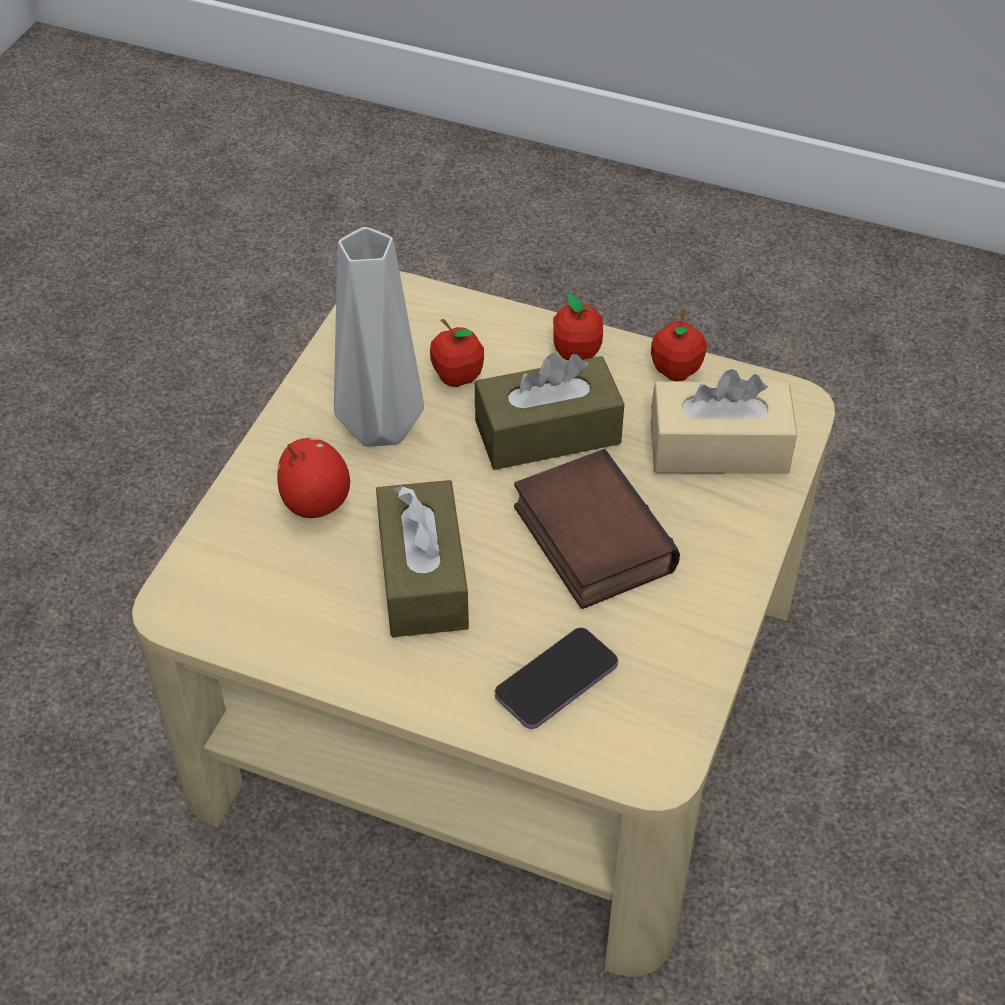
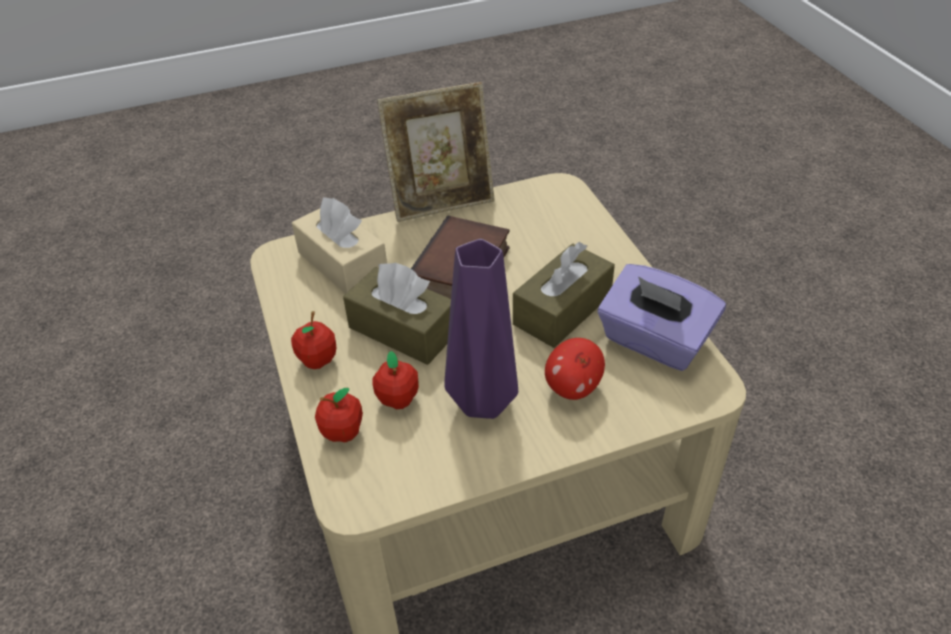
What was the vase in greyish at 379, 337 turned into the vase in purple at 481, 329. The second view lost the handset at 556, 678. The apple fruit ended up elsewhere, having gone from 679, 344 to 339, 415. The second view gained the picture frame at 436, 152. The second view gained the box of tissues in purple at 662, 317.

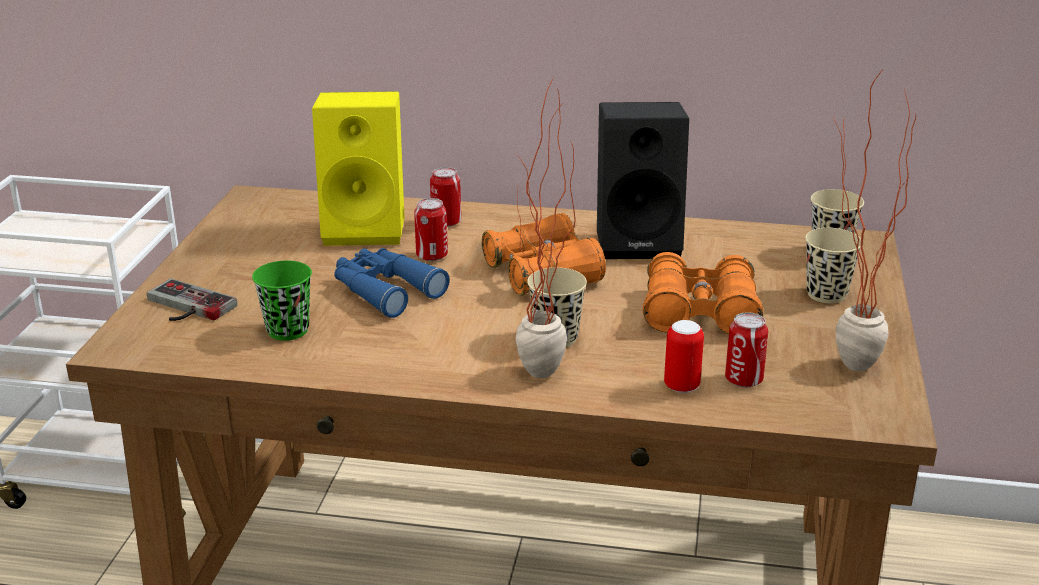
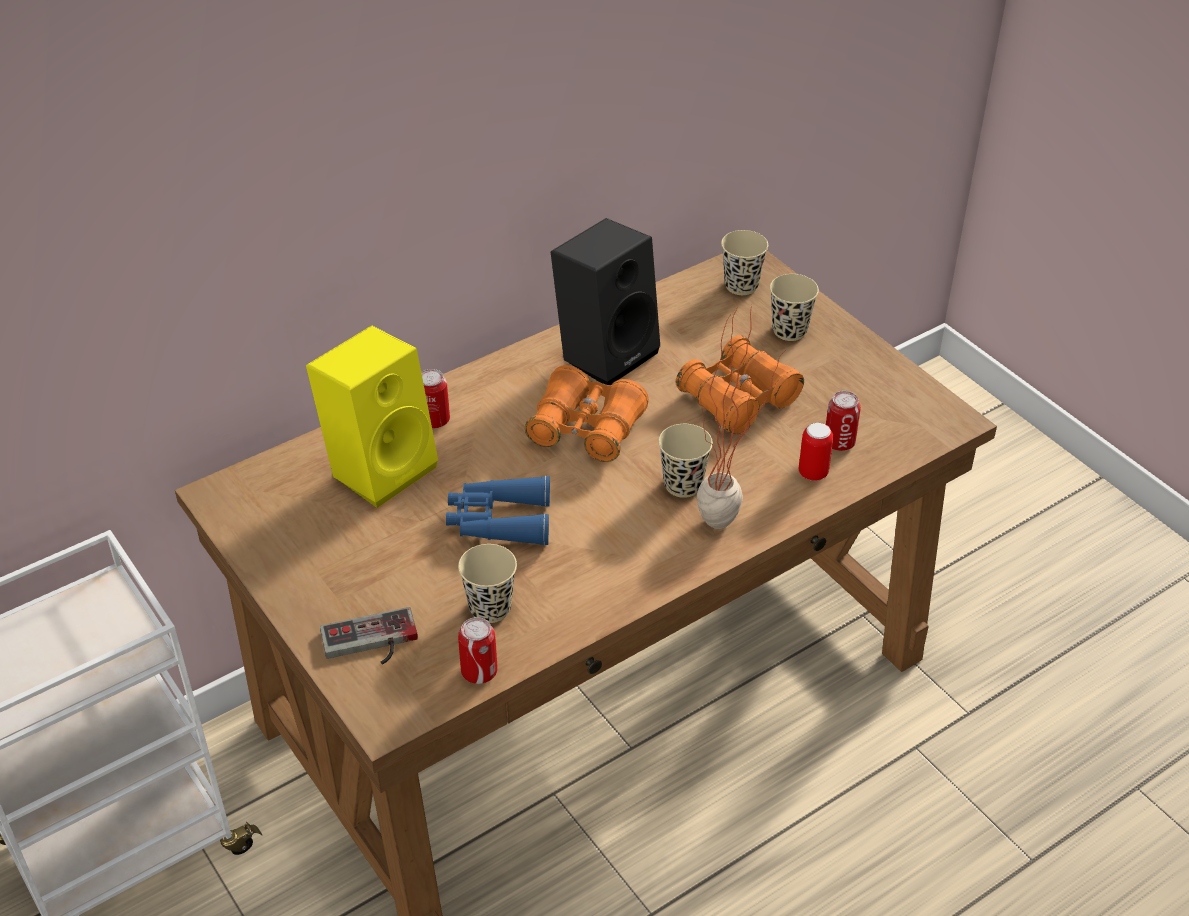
What was the drinking cup in greenish at 282, 300 turned into the drinking cup in beige-coloured at 487, 583. The sealed can ended up elsewhere, having gone from 431, 229 to 478, 650. The second view lost the houseplant at 874, 219.

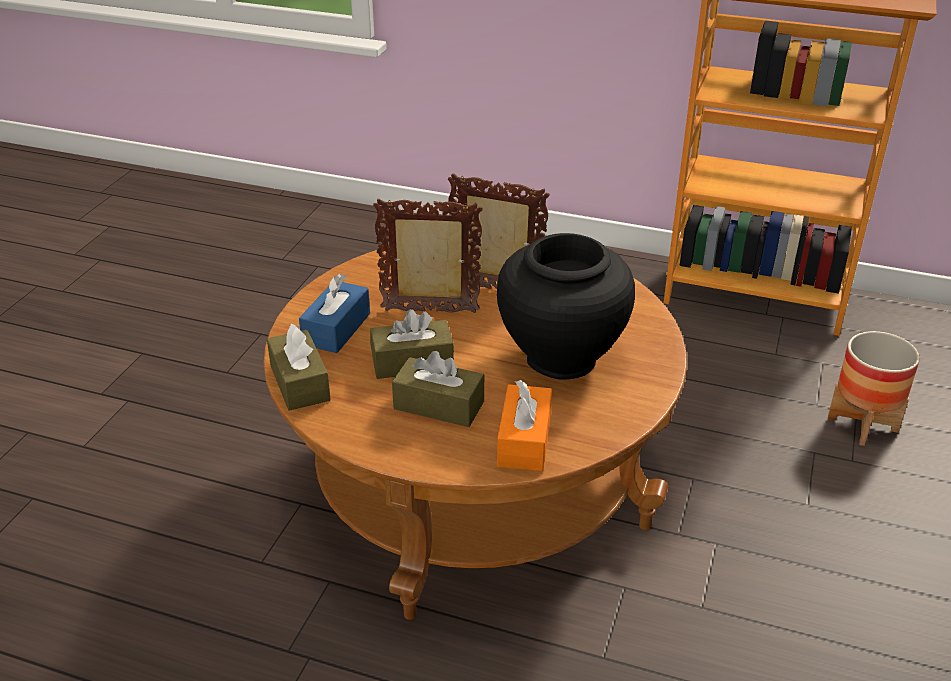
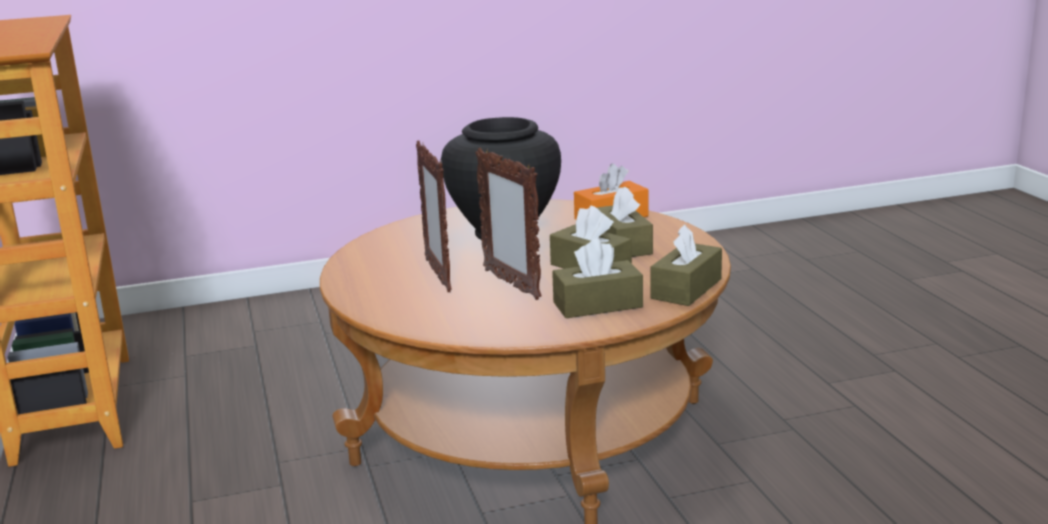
What was the box of tissues in bluish at 334, 313 turned into the box of tissues in brownish at 597, 278. The second view lost the planter at 874, 388.

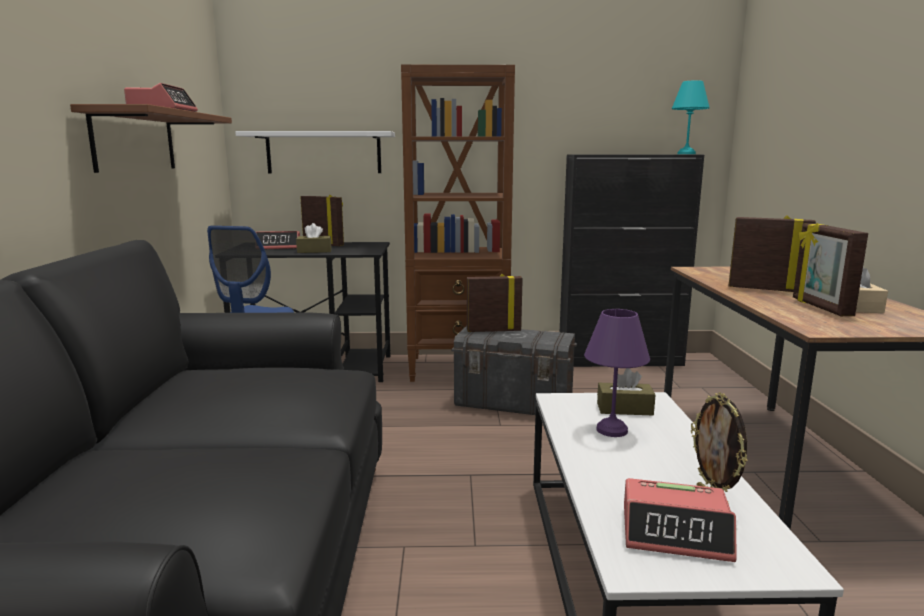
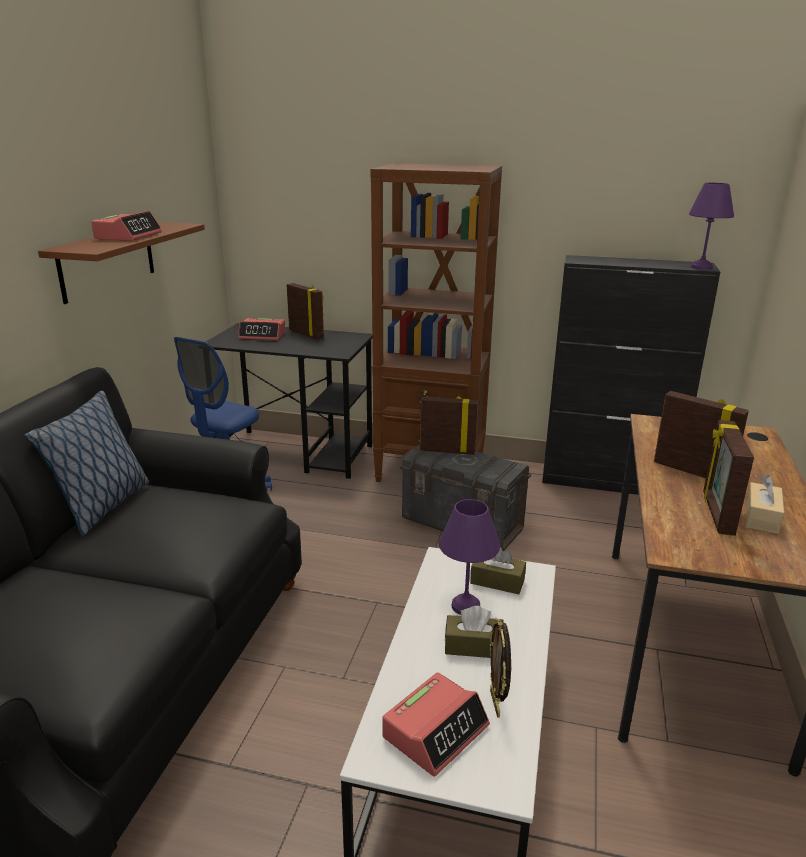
The second view lost the wall shelf in white-coloured at 315, 152. The box of tissues in brownish ended up elsewhere, having gone from 314, 238 to 474, 632. The alarm clock at 680, 520 ended up facing another way, 75 degrees counterclockwise from before. What was the lamp for a table in turquoise at 691, 117 turned into the lamp for a table in purple at 711, 226. The second view gained the pillow at 86, 463.

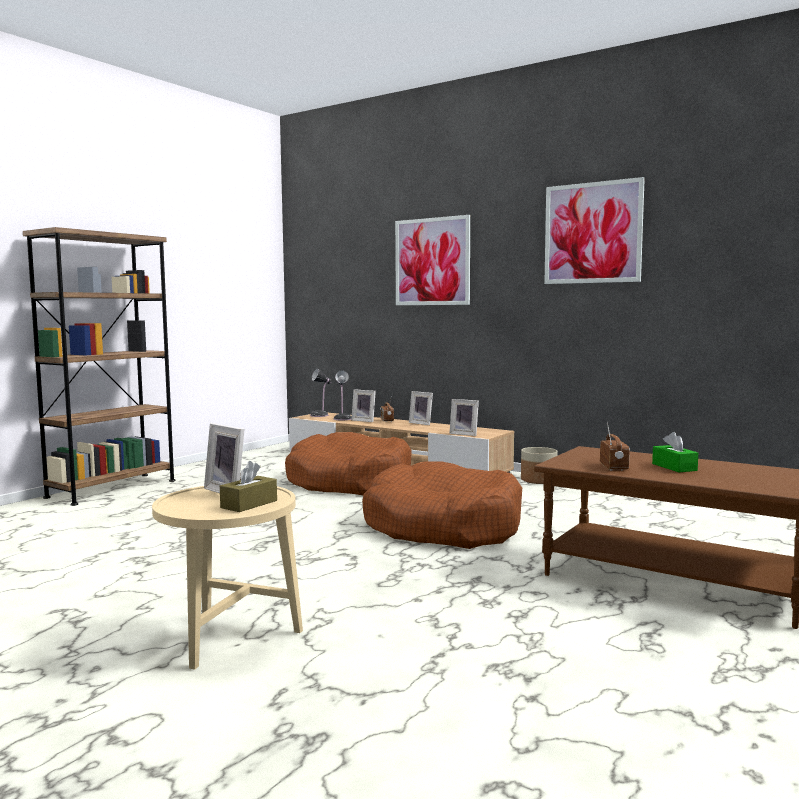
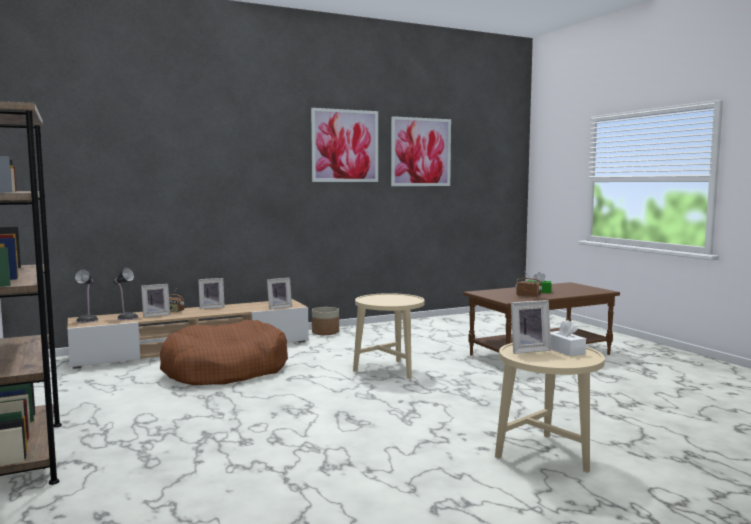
What was the box of tissues in brownish at 248, 486 turned into the box of tissues in white-coloured at 568, 338. Where the pet bed in brownish stood at 442, 505, the end table in beige-coloured came to stand at 389, 336. The wall art ended up elsewhere, having gone from 432, 260 to 421, 151.

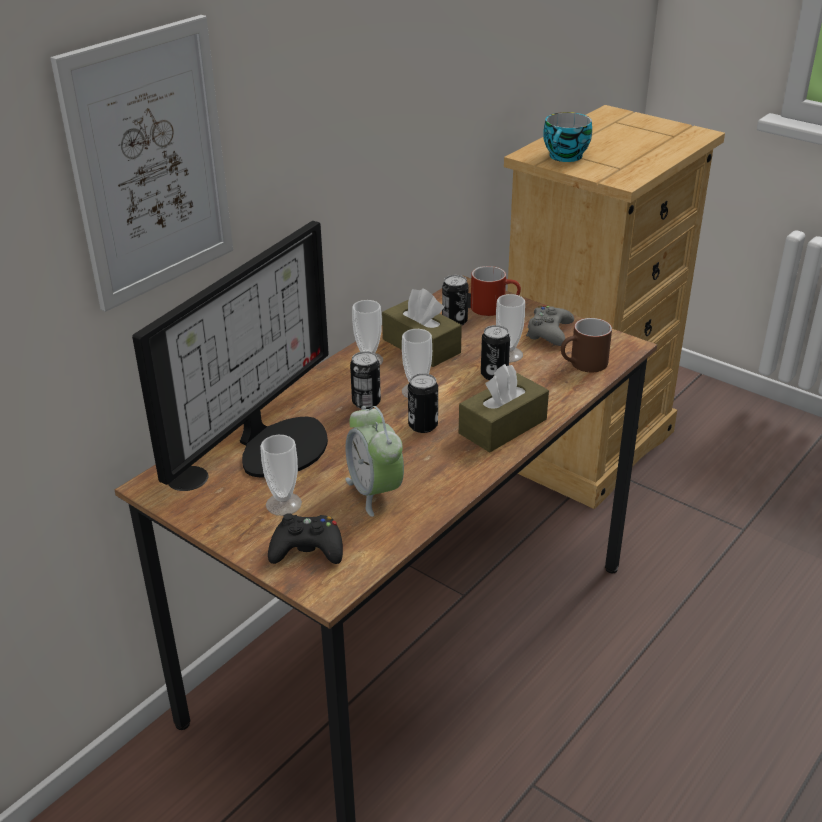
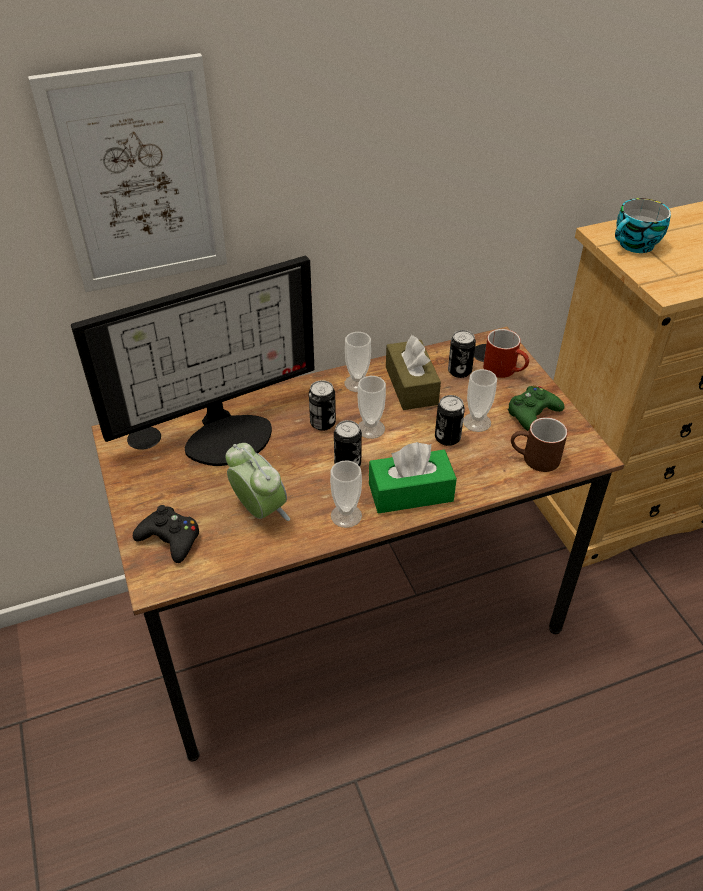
The drinking cup ended up elsewhere, having gone from 281, 475 to 346, 494. The alarm clock at 374, 461 ended up facing another way, 135 degrees clockwise from before. What was the box of tissues in brownish at 504, 408 turned into the box of tissues in greenish at 413, 477. What was the game controller in greyish at 550, 326 turned into the game controller in greenish at 535, 408.

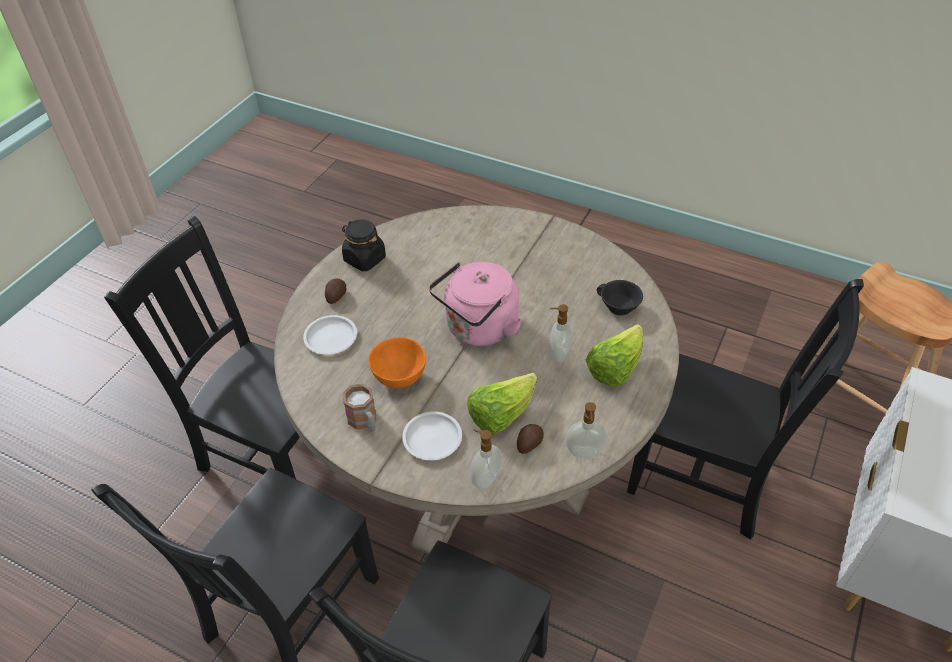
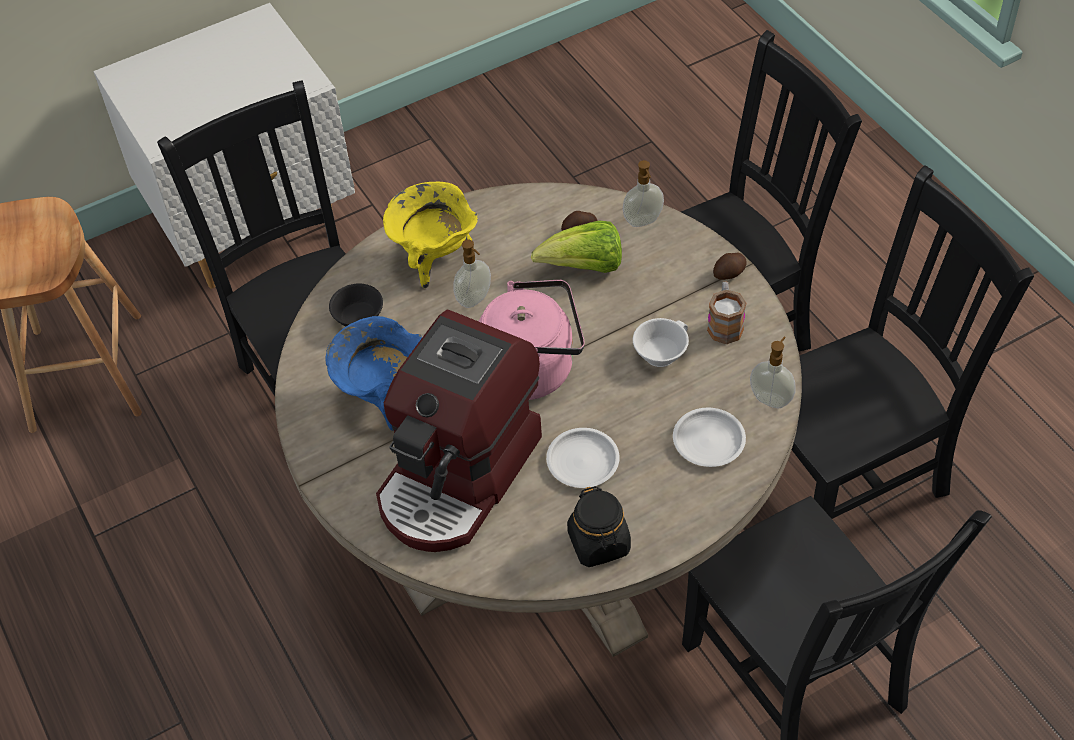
The spud ended up elsewhere, having gone from 336, 291 to 730, 266. Where the bowl in orangey stood at 397, 362, the drinking cup in white-coloured came to stand at 661, 342. The plate in white-coloured ended up elsewhere, having gone from 432, 436 to 583, 458. The soap bottle ended up elsewhere, having gone from 586, 429 to 773, 372. Where the lettuce stood at 614, 355, the cooking pot in yellowish came to stand at 430, 235. The second view gained the cooking pot in bluish at 374, 373. The second view gained the coffee brewer at 459, 431.

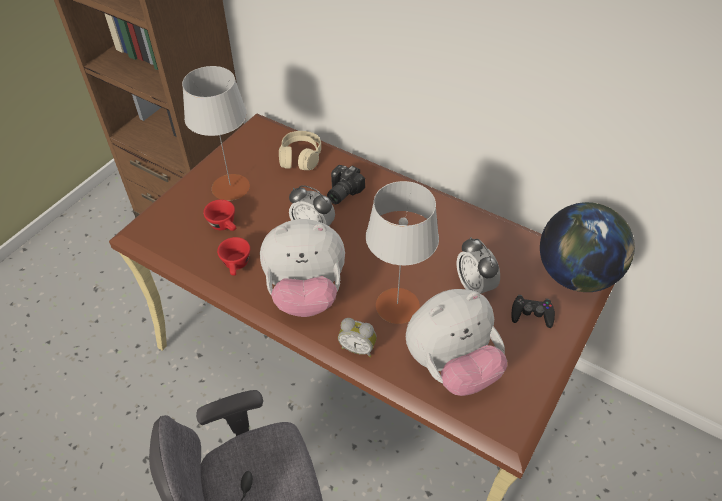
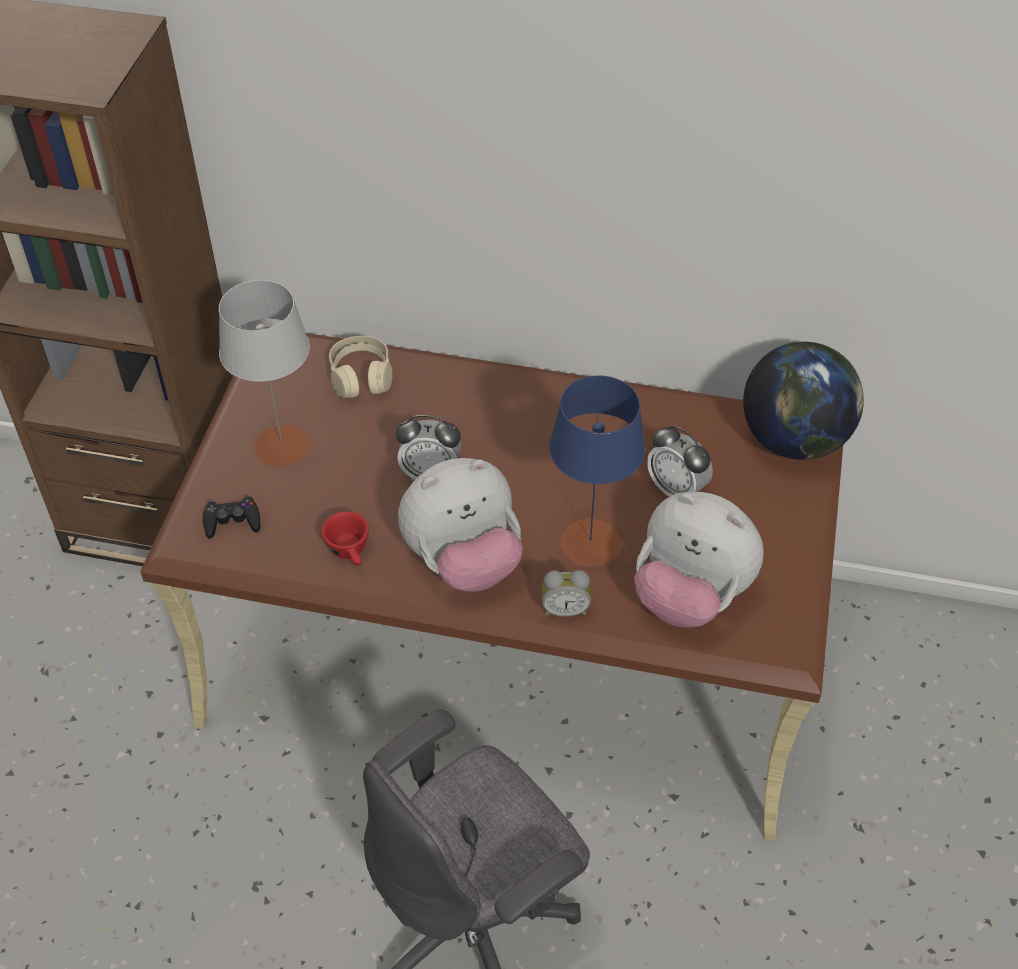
The second view lost the drinking cup in red at 219, 215. The second view lost the still camera at 346, 184. What was the lamp for a table in greyish at 402, 252 turned into the lamp for a table in bluish at 597, 470. The plush toy at 456, 342 ended up facing another way, 75 degrees clockwise from before. The game controller in black-coloured ended up elsewhere, having gone from 533, 311 to 231, 517.

